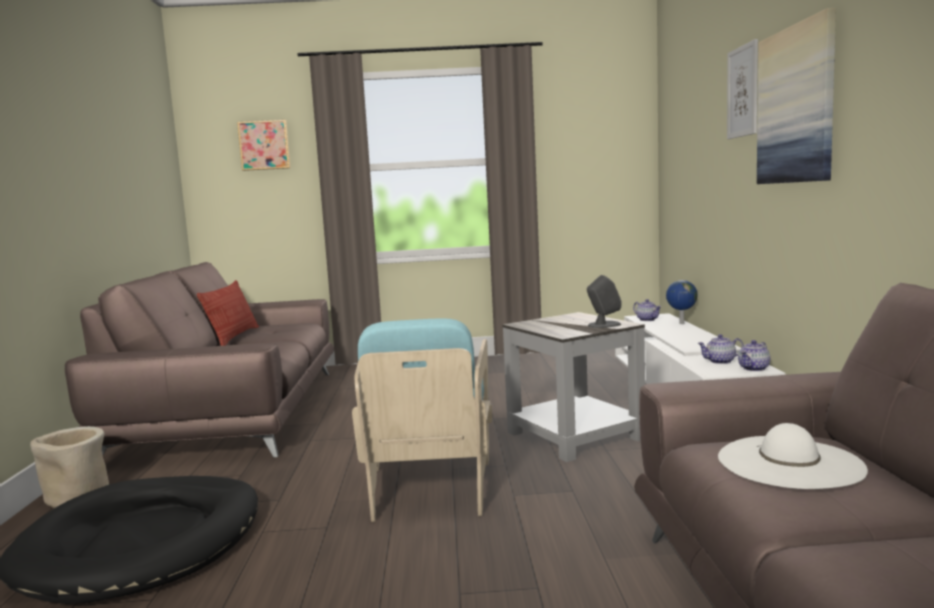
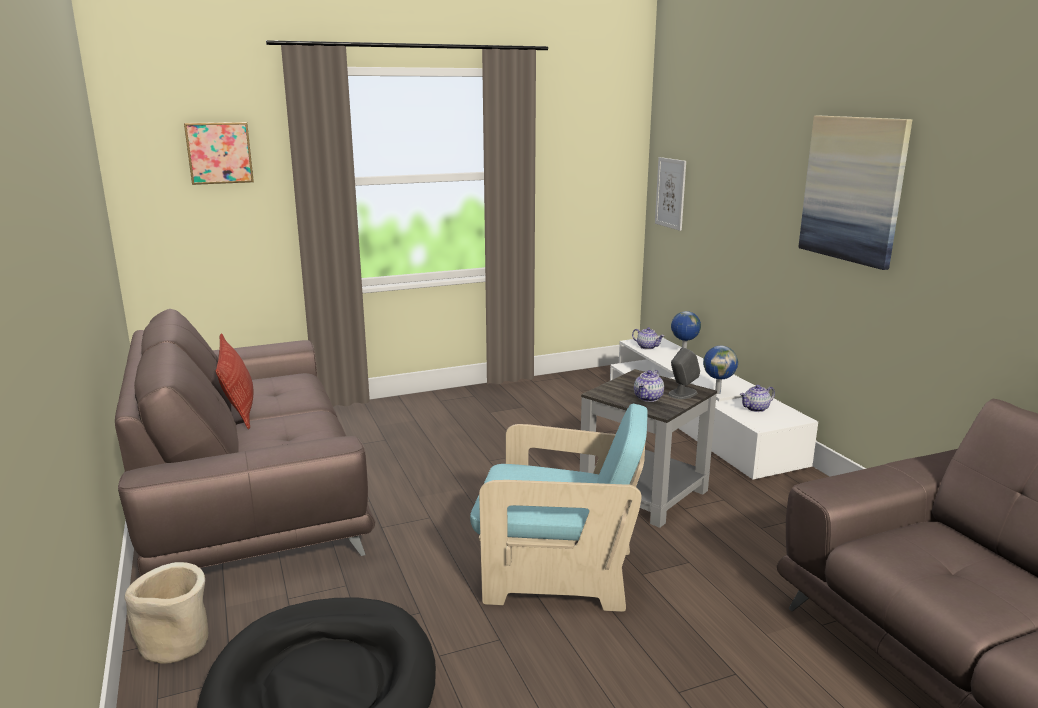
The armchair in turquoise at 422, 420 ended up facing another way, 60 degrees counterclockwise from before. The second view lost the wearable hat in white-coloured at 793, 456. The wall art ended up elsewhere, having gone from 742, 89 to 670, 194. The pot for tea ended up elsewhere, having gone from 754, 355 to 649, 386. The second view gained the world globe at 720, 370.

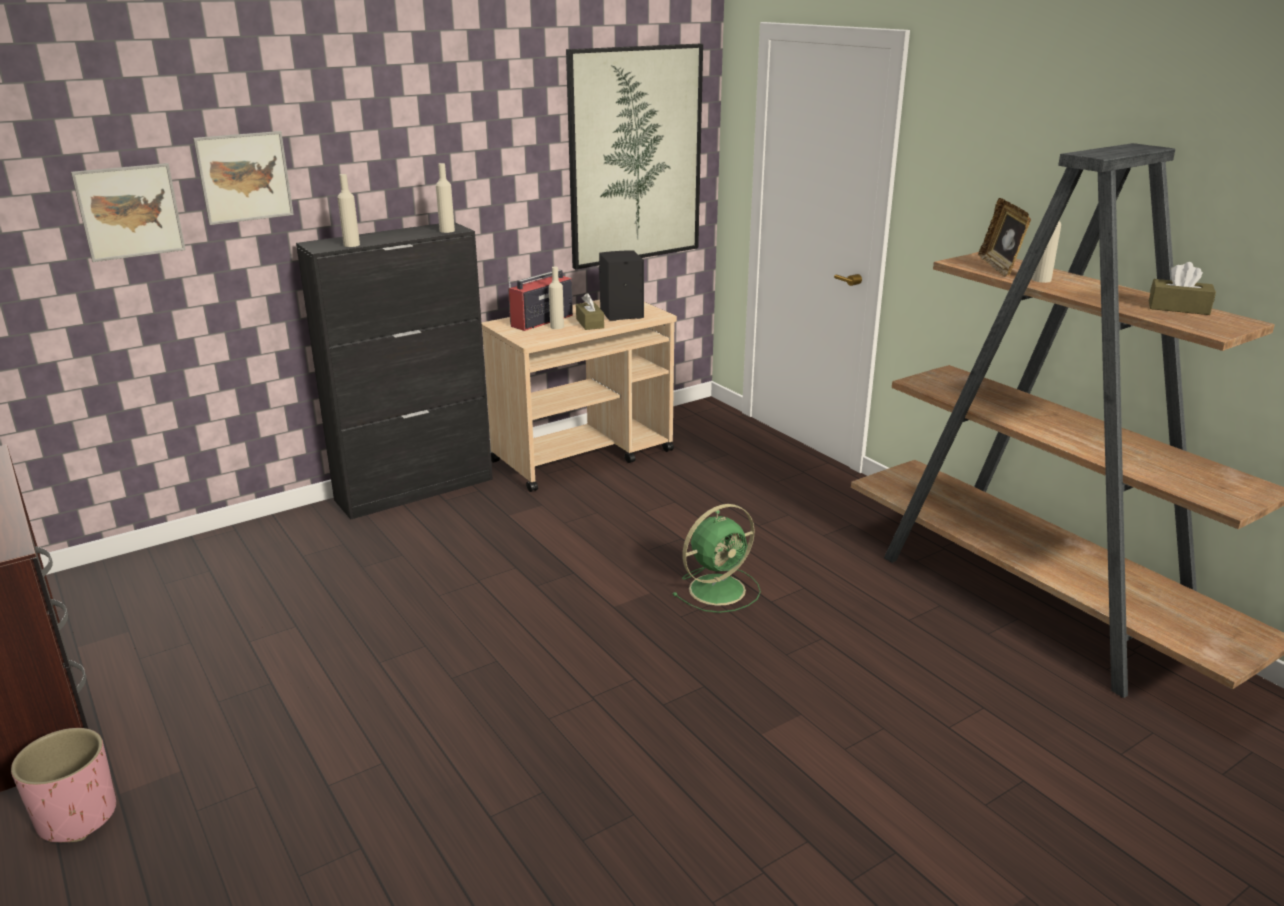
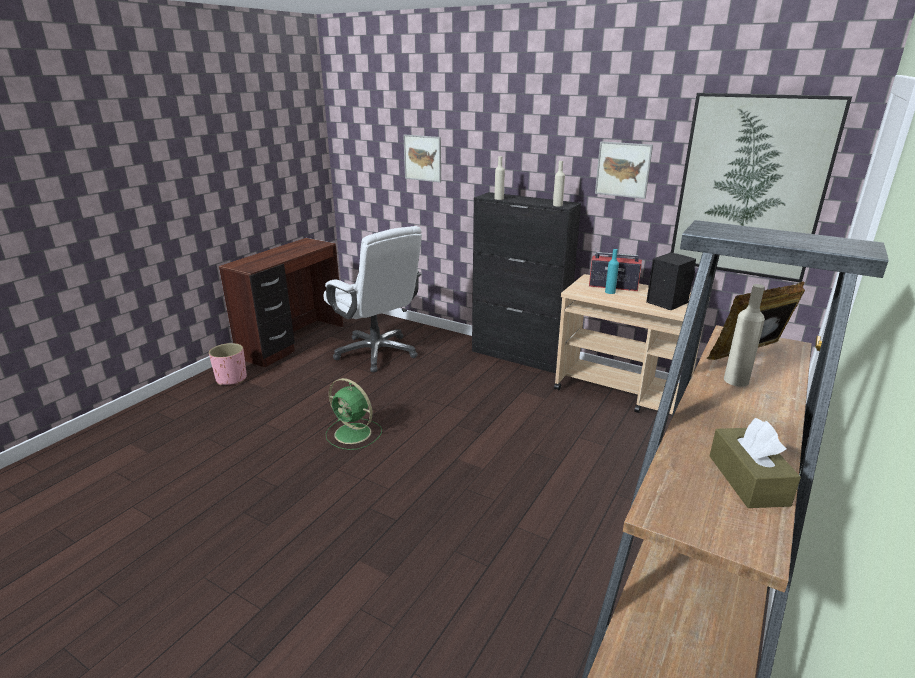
The wall art ended up elsewhere, having gone from 243, 178 to 624, 170. What was the drink bottle in beige-coloured at 556, 298 turned into the drink bottle in turquoise at 612, 271. The second view lost the box of tissues in brownish at 590, 311. The electric fan in greenish ended up elsewhere, having gone from 716, 558 to 354, 414. The second view gained the office chair in white-coloured at 372, 299.

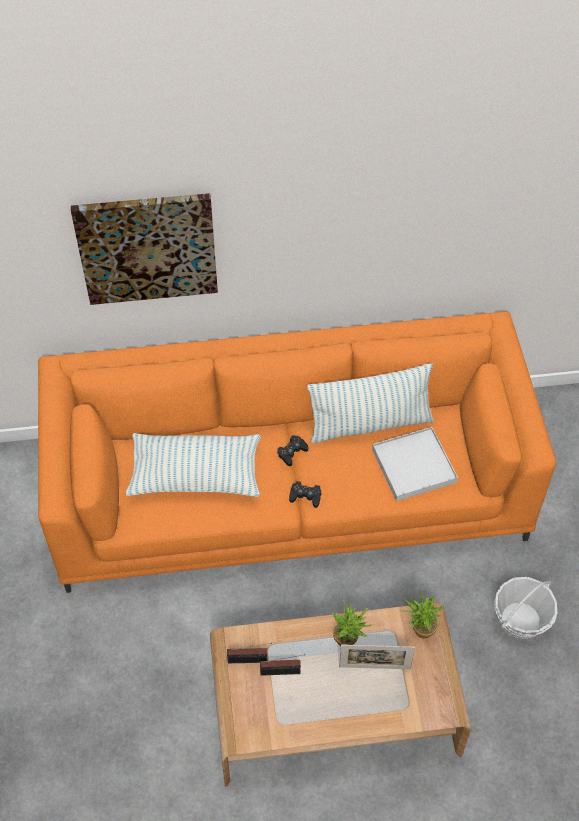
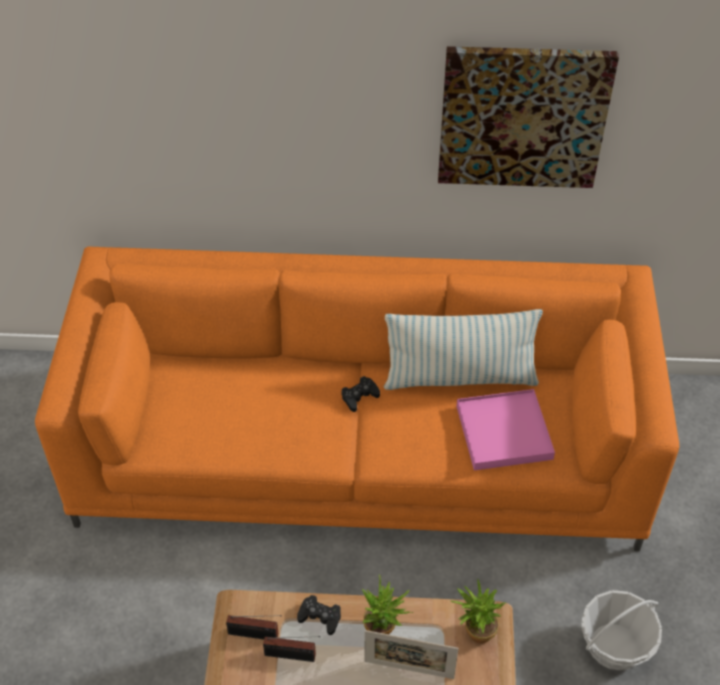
The wall art ended up elsewhere, having gone from 144, 249 to 528, 117. The second view lost the pillow at 193, 465. The game controller in black-coloured ended up elsewhere, having gone from 305, 494 to 319, 615. What was the tray in white-coloured at 415, 464 turned into the tray in pink at 505, 429.

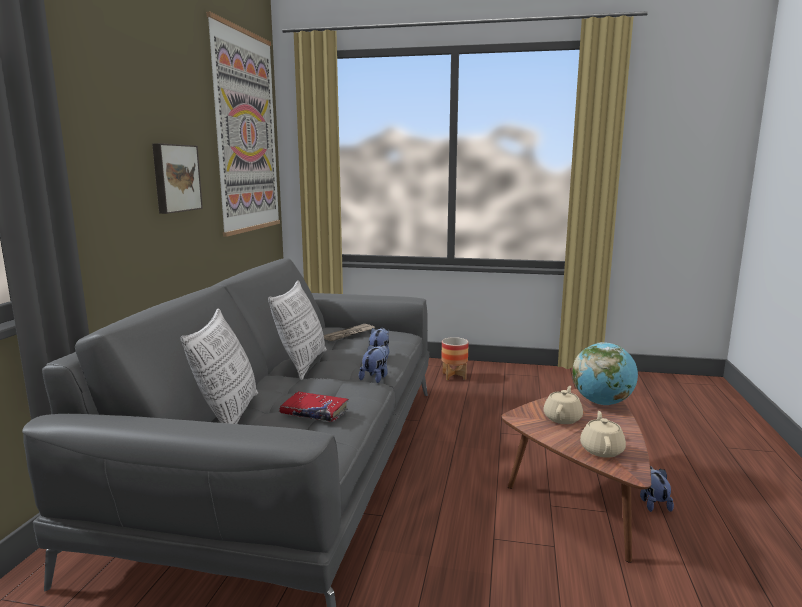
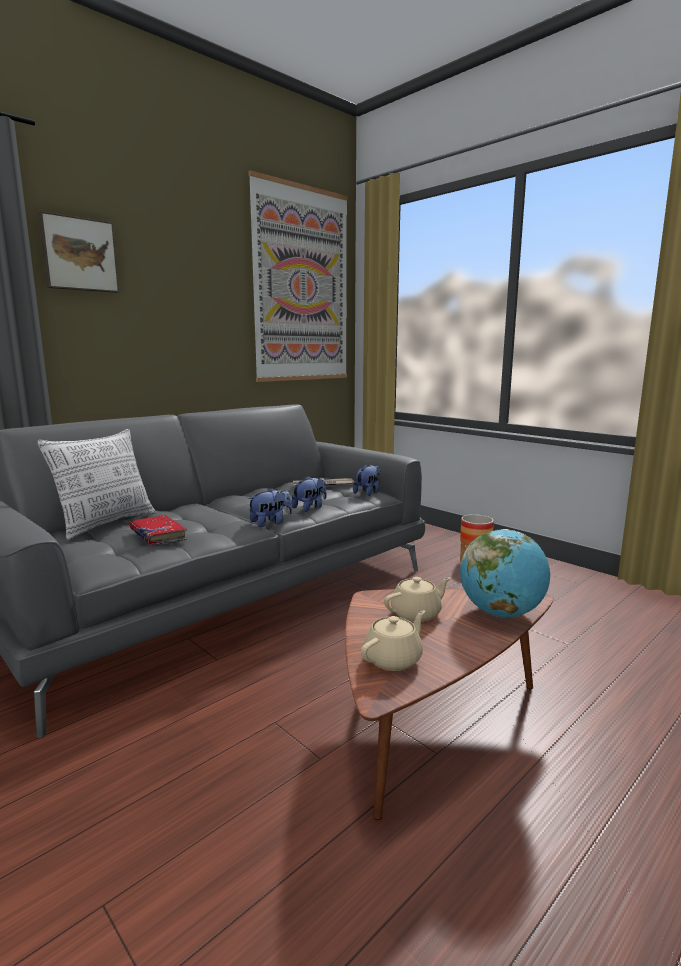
The wall art ended up elsewhere, having gone from 177, 178 to 78, 252. The second view lost the pillow at 297, 330. The plush toy ended up elsewhere, having gone from 657, 489 to 367, 480.

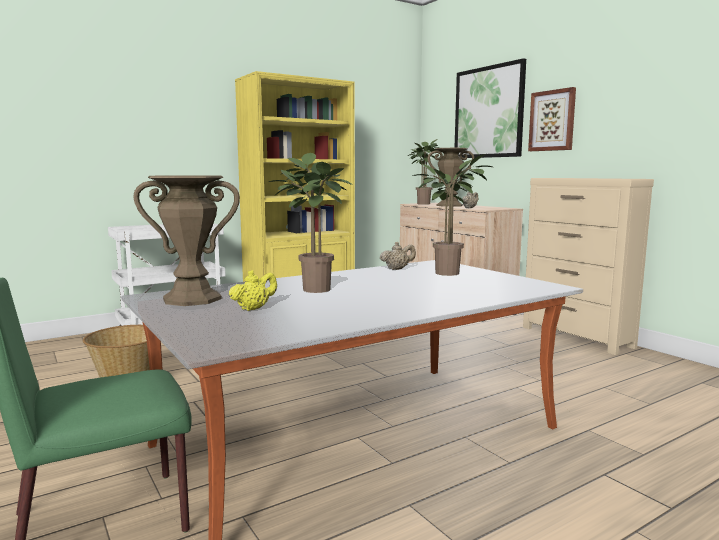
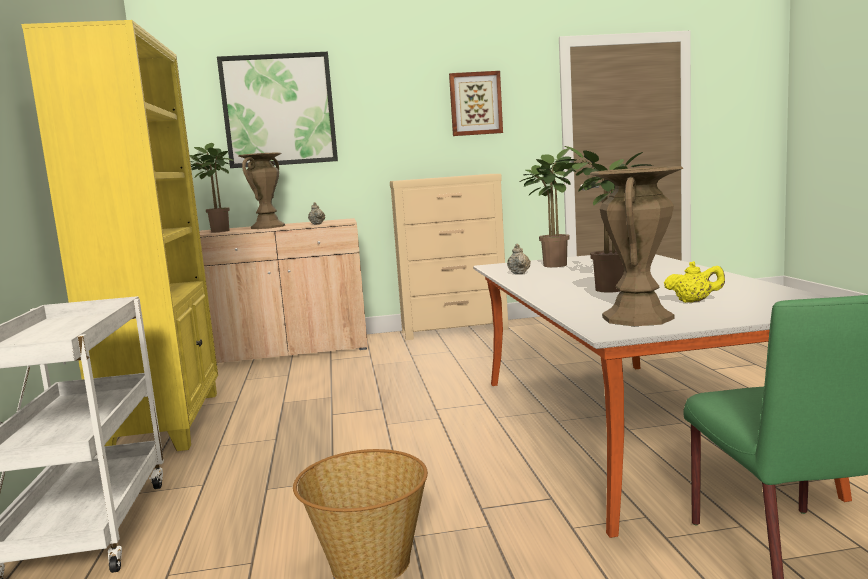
The pot for tea in yellowish at 253, 290 ended up facing another way, 120 degrees clockwise from before. The wall art ended up elsewhere, having gone from 552, 119 to 476, 103.

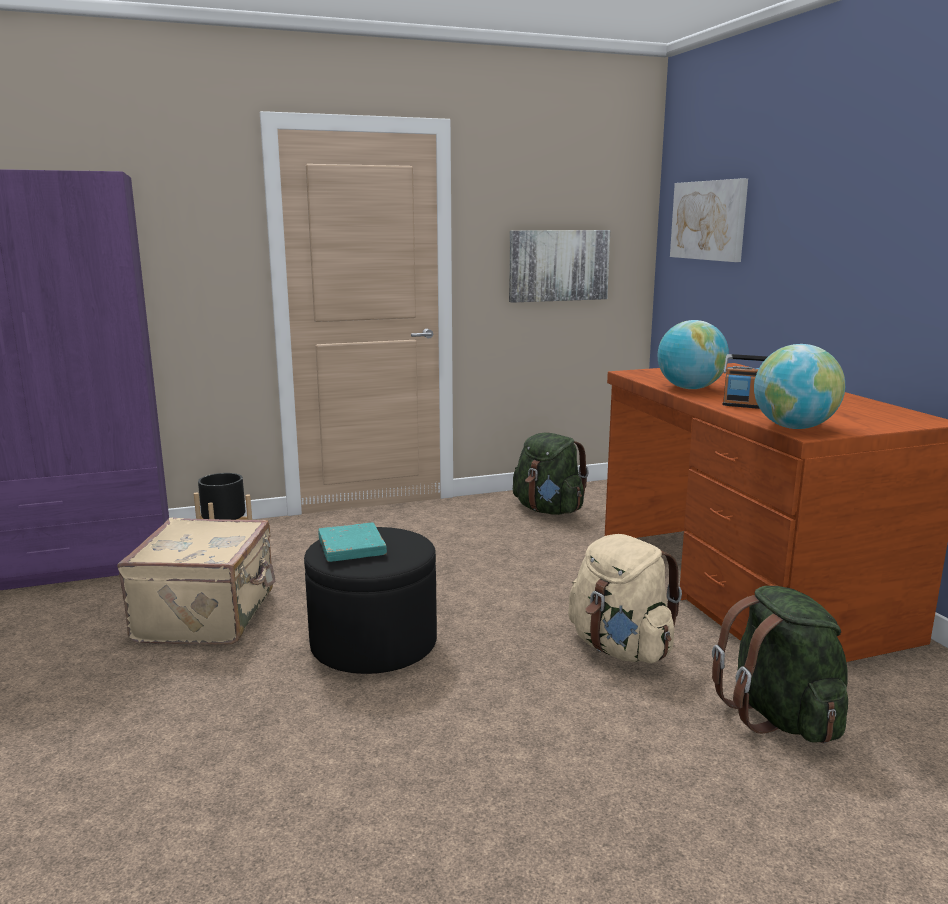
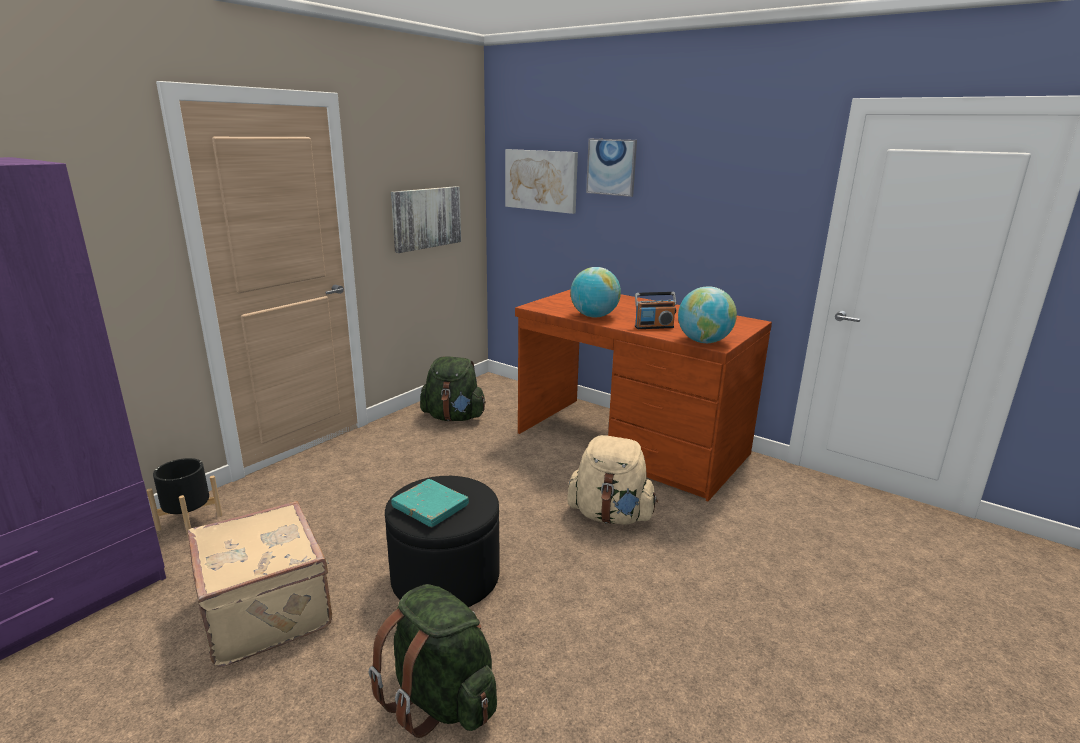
The backpack in greenish ended up elsewhere, having gone from 780, 664 to 432, 661. The second view gained the wall art at 611, 168.

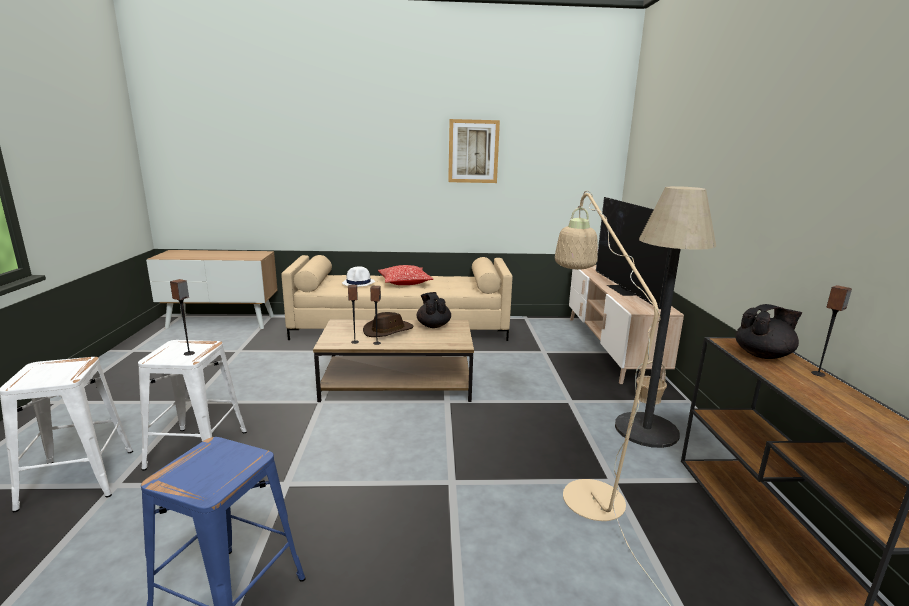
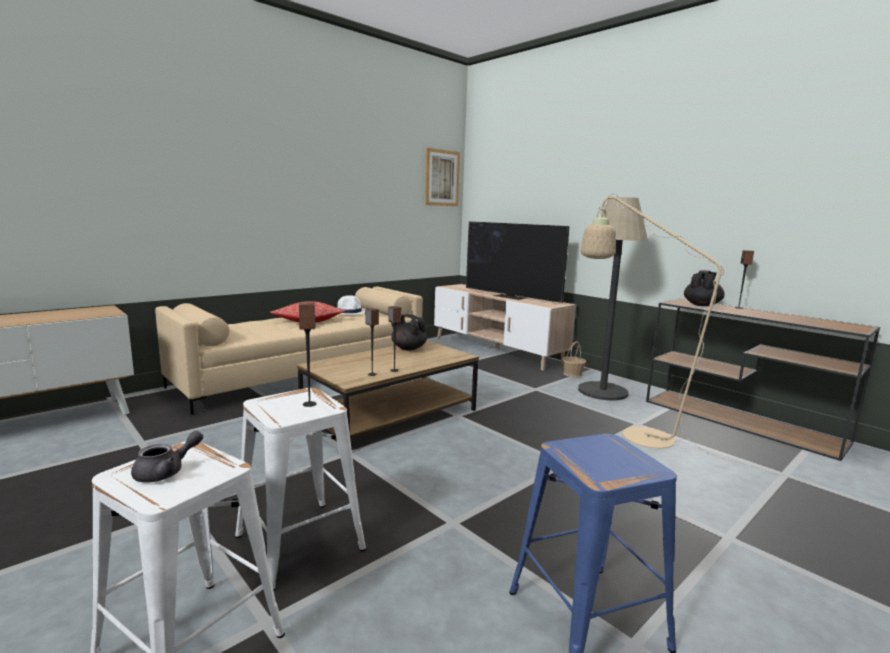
The wearable hat in white-coloured ended up elsewhere, having gone from 358, 276 to 351, 305. The second view lost the wearable hat in brownish at 388, 324. The wall art ended up elsewhere, having gone from 474, 151 to 442, 177. The second view gained the pot for tea in greyish at 167, 457.

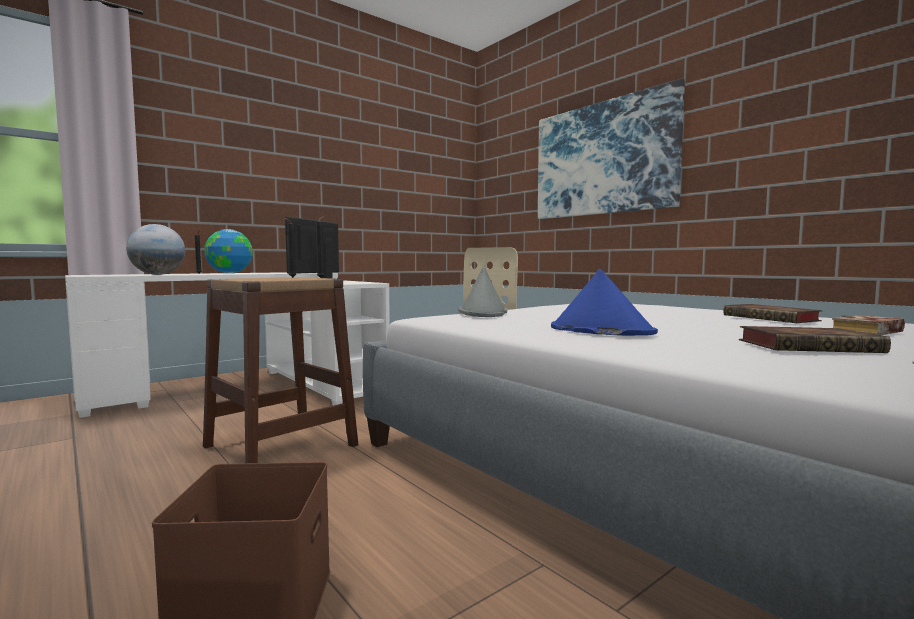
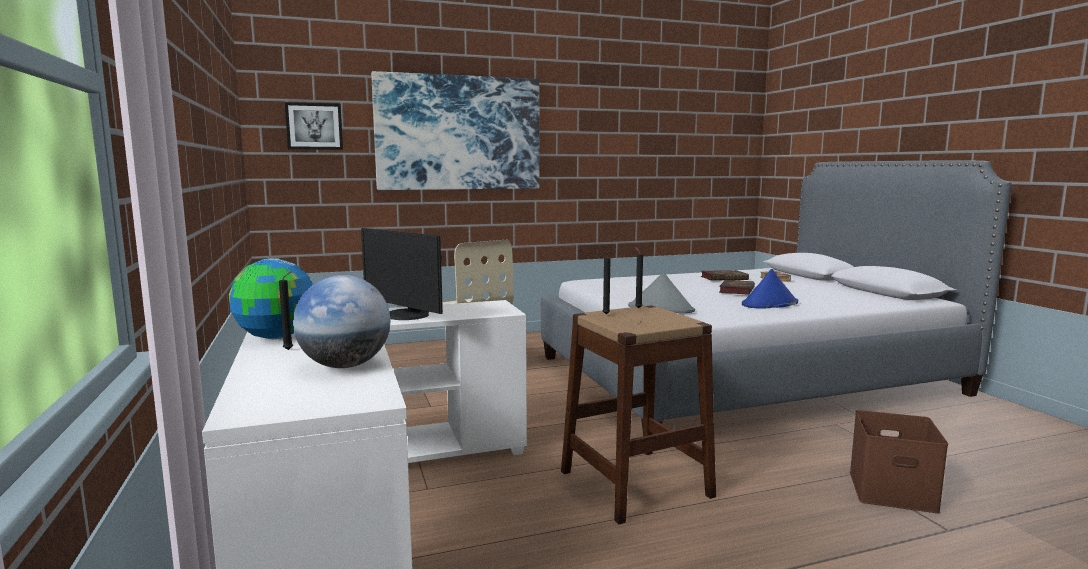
The book ended up elsewhere, having gone from 815, 339 to 737, 287. The second view gained the wall art at 314, 126.

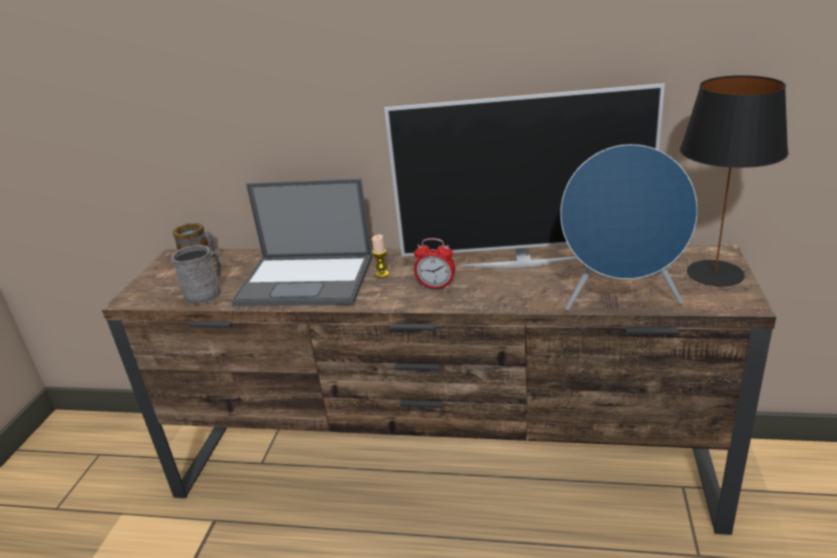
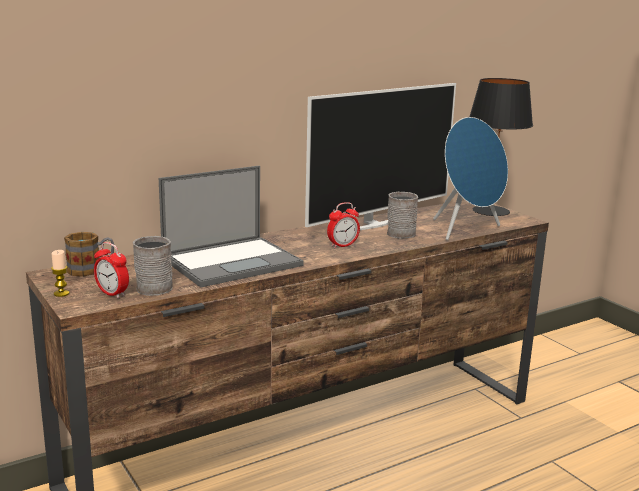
The wax light ended up elsewhere, having gone from 380, 256 to 60, 273. The second view gained the alarm clock at 111, 270. The second view gained the tea mug in greyish at 402, 215.

